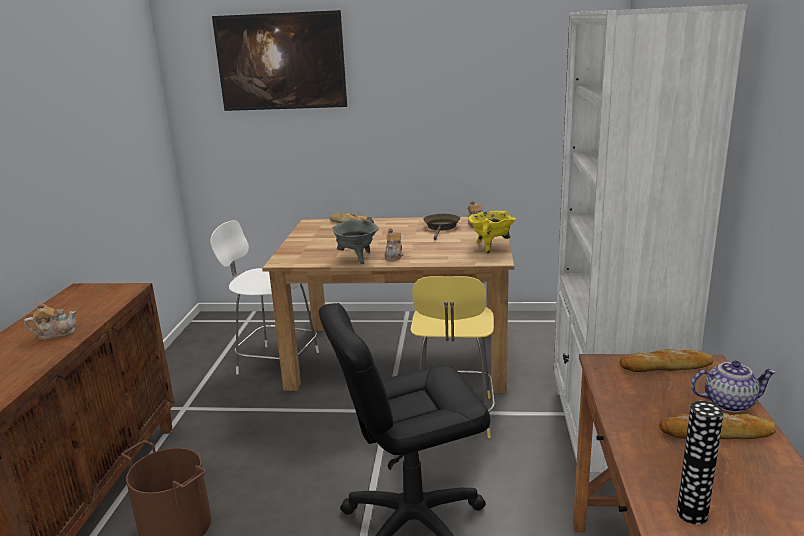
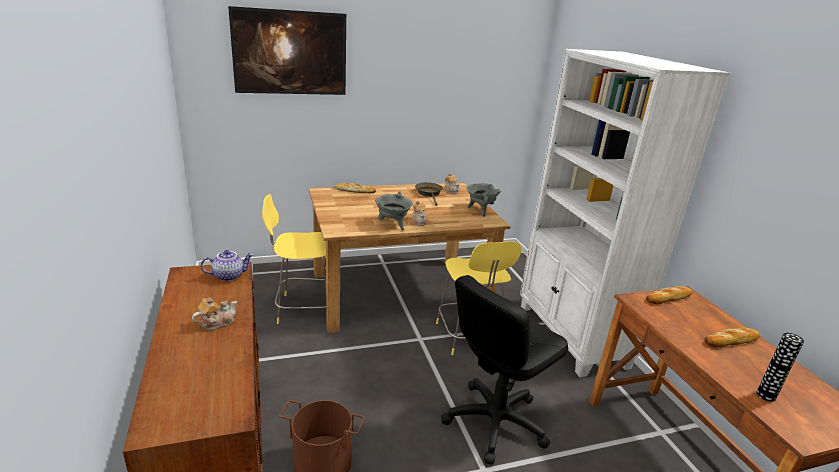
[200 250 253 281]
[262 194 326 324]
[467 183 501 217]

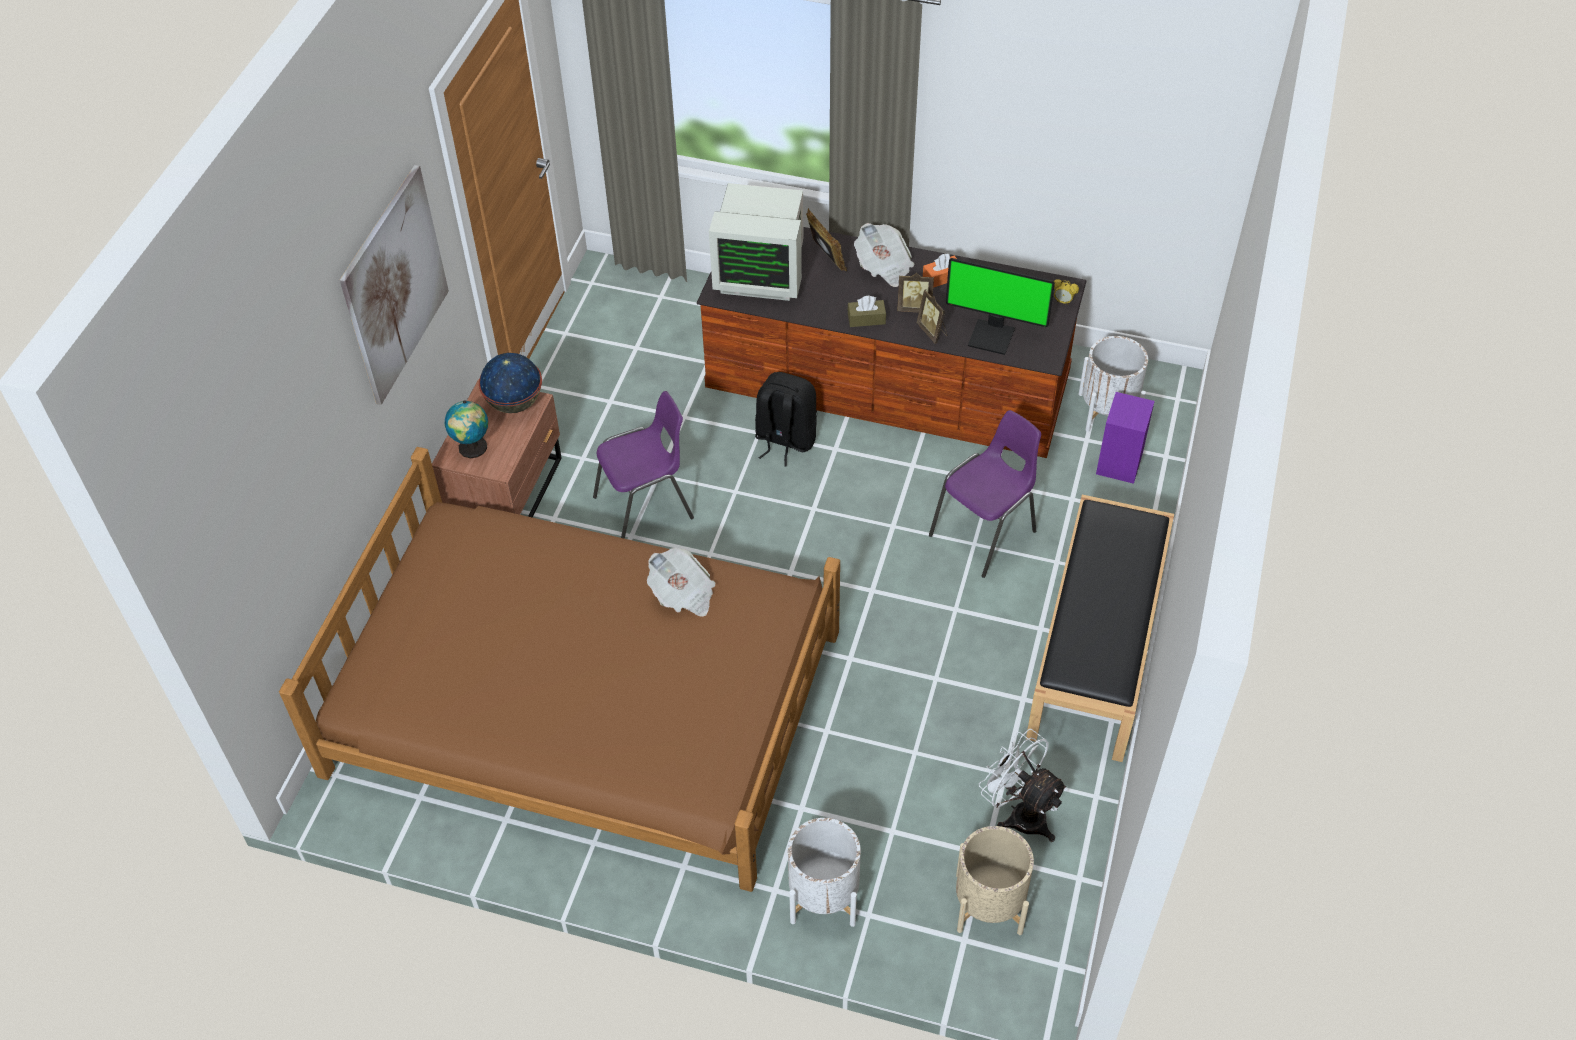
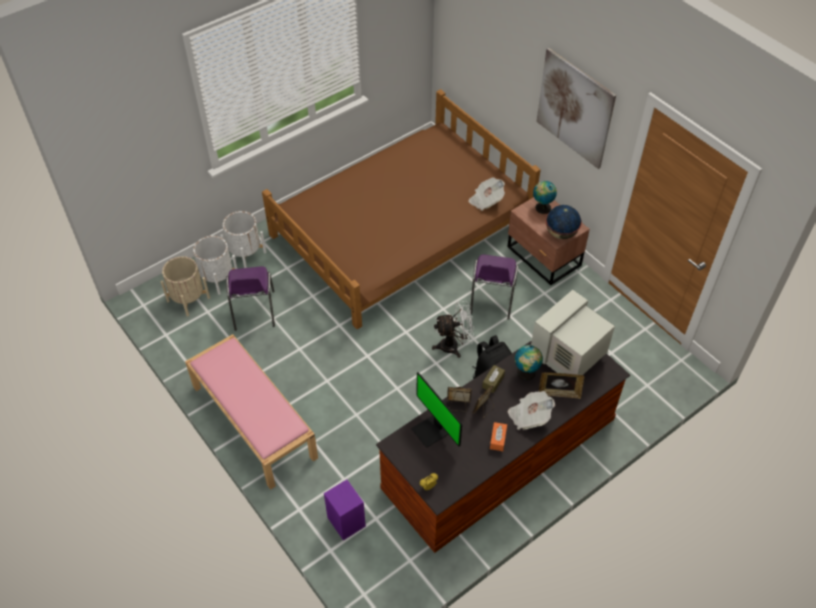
[185 334 318 490]
[193 236 238 295]
[226 266 275 331]
[411 372 462 448]
[432 301 474 358]
[469 177 505 211]
[515 345 543 380]

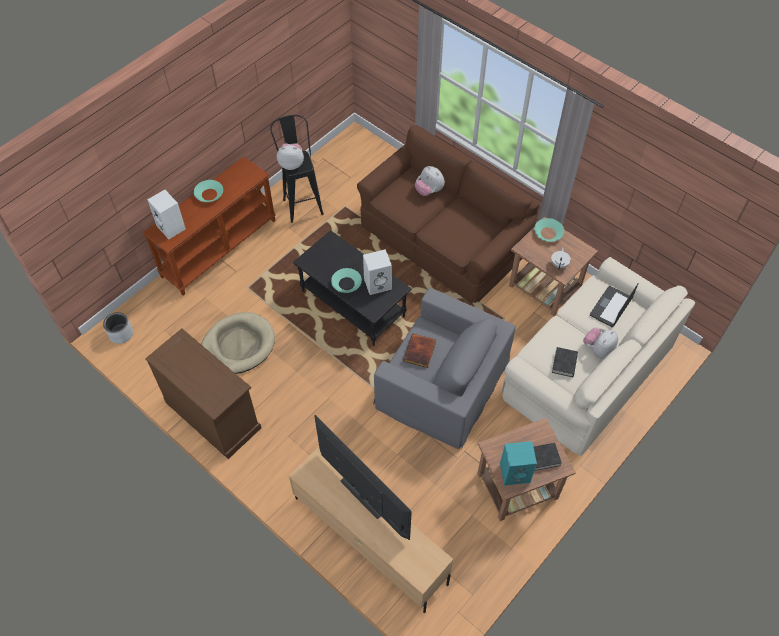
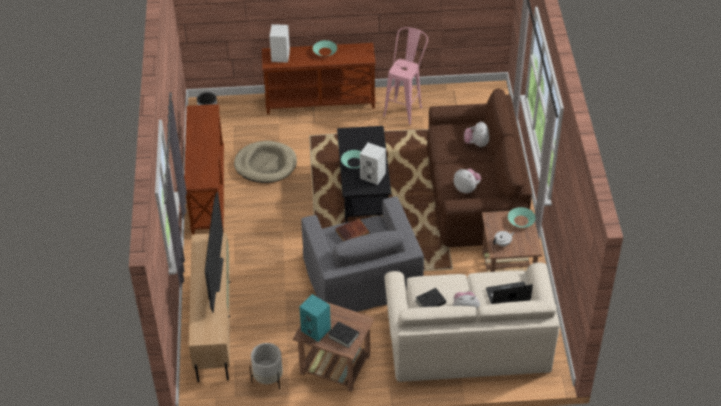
[184 104 224 235]
[250 343 283 390]
[383 27 428 125]
[454 169 481 194]

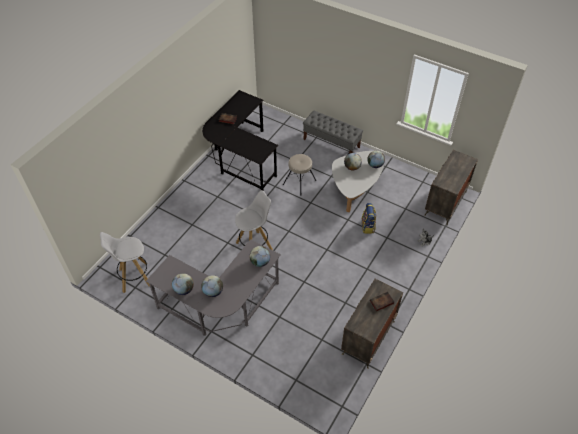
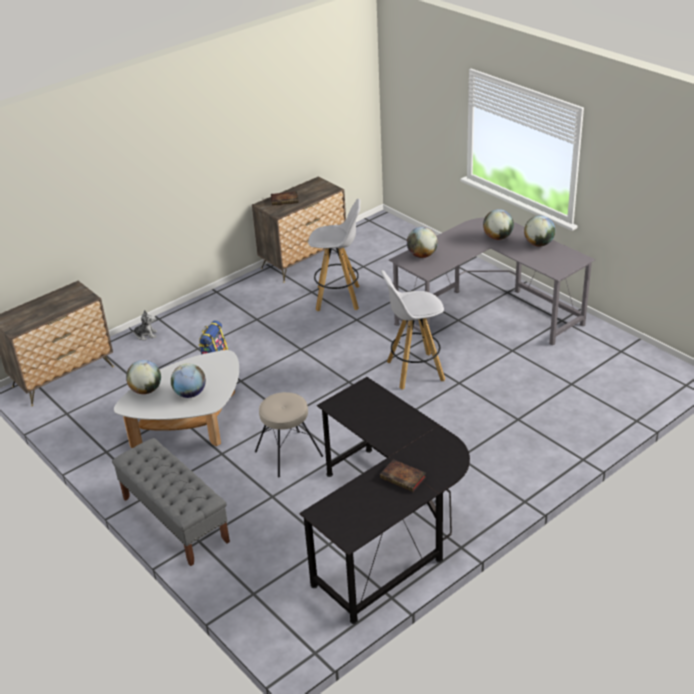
[308 199 361 311]

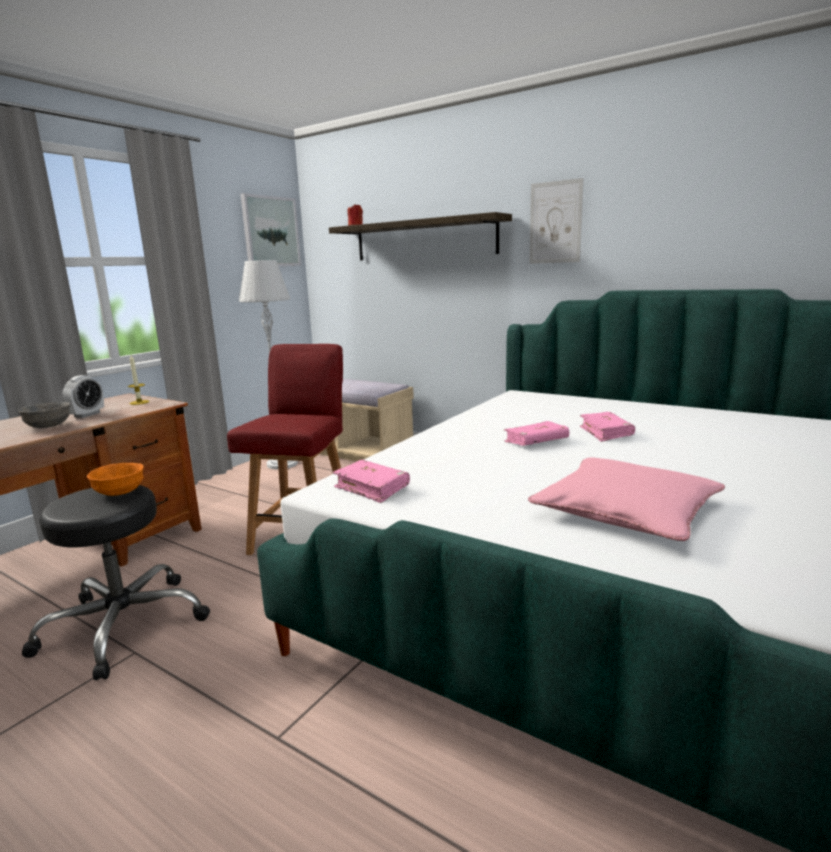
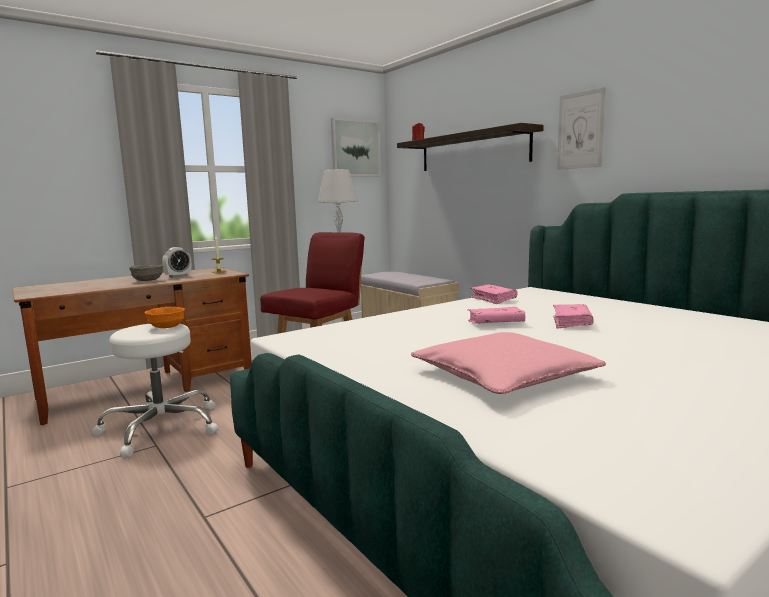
[92 324 218 457]
[470 285 518 304]

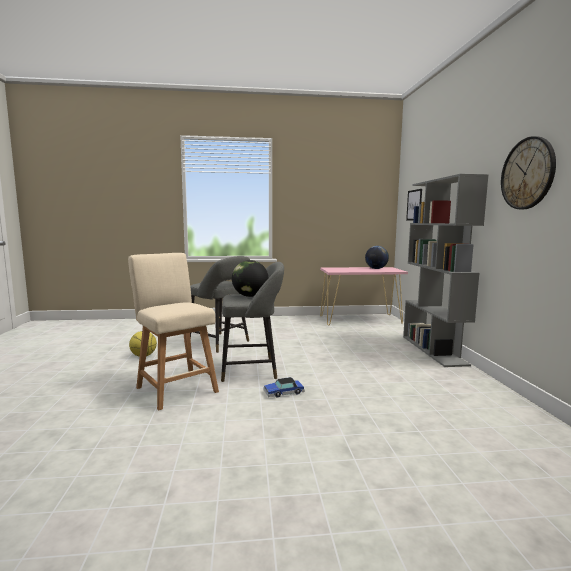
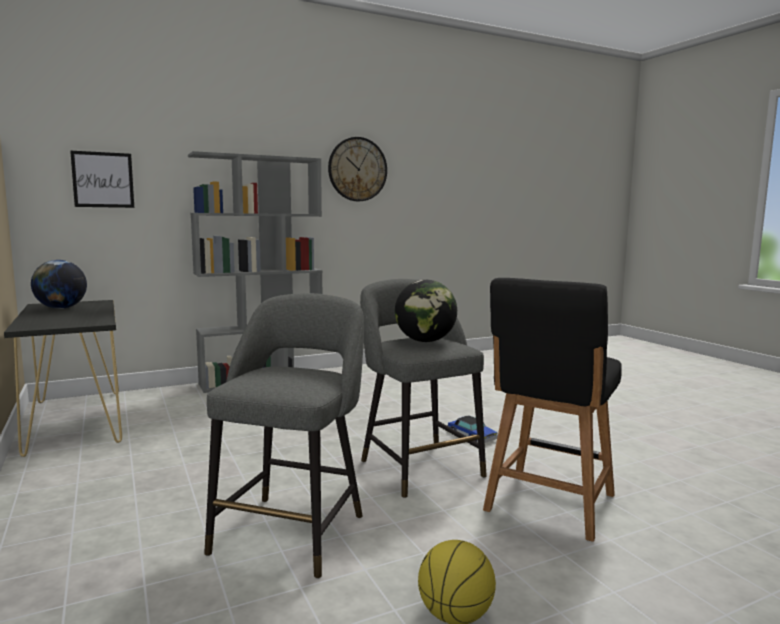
[4 300 122 457]
[483 278 622 542]

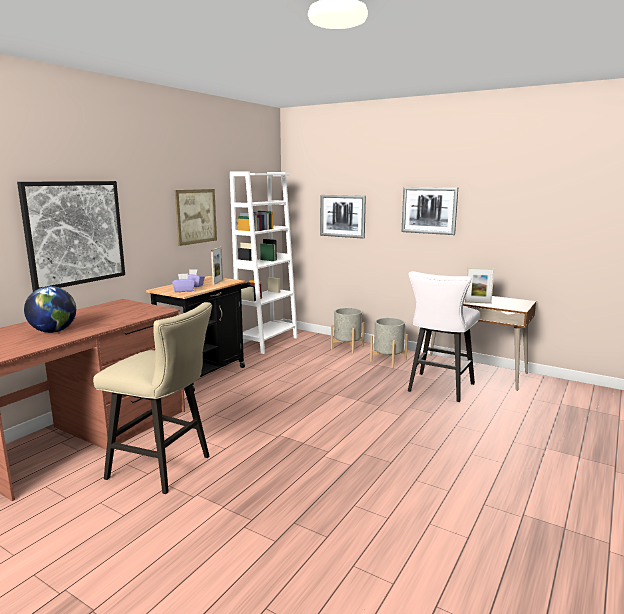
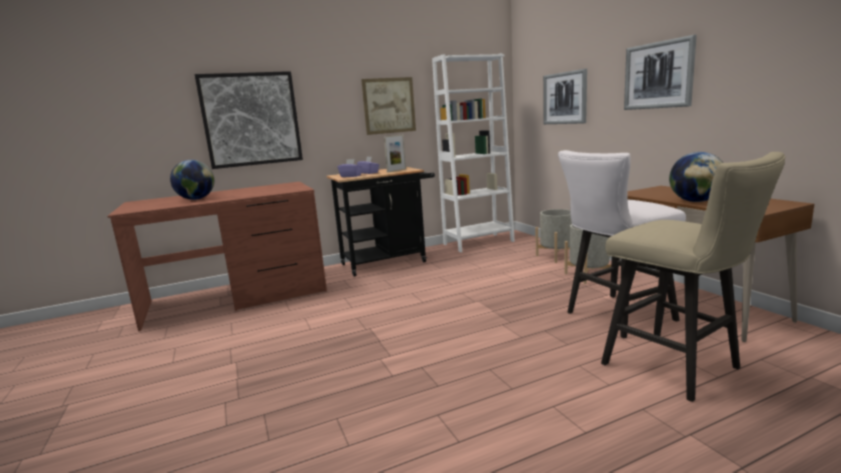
[601 152 786 402]
[669 152 723 202]

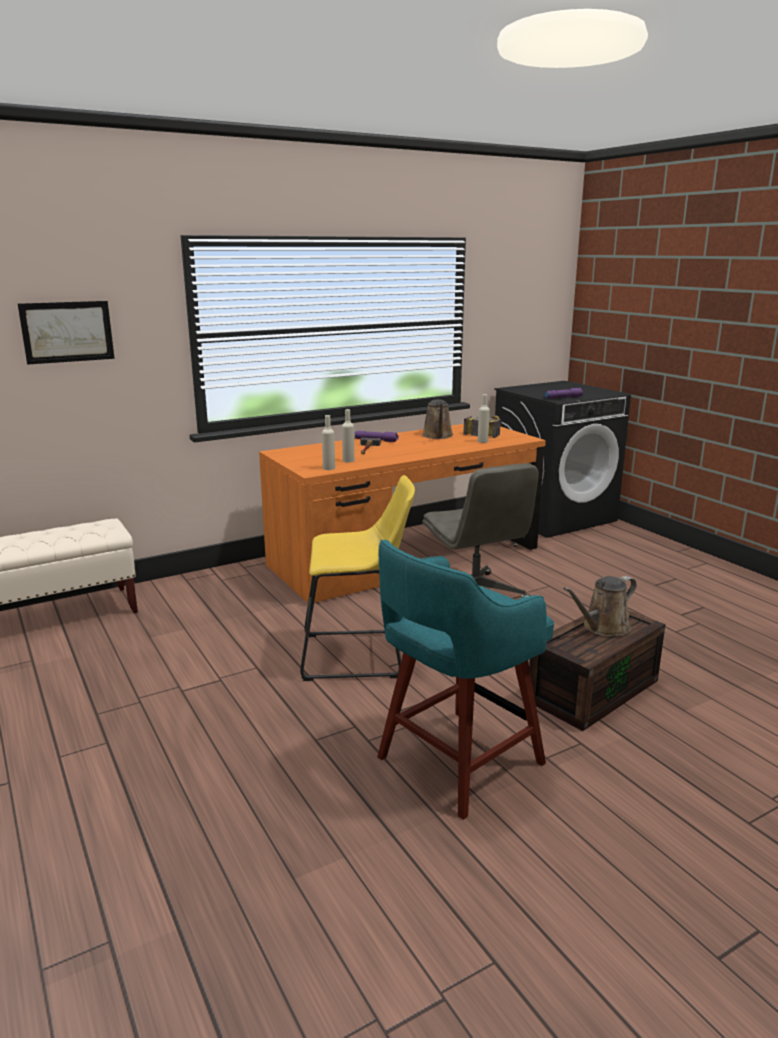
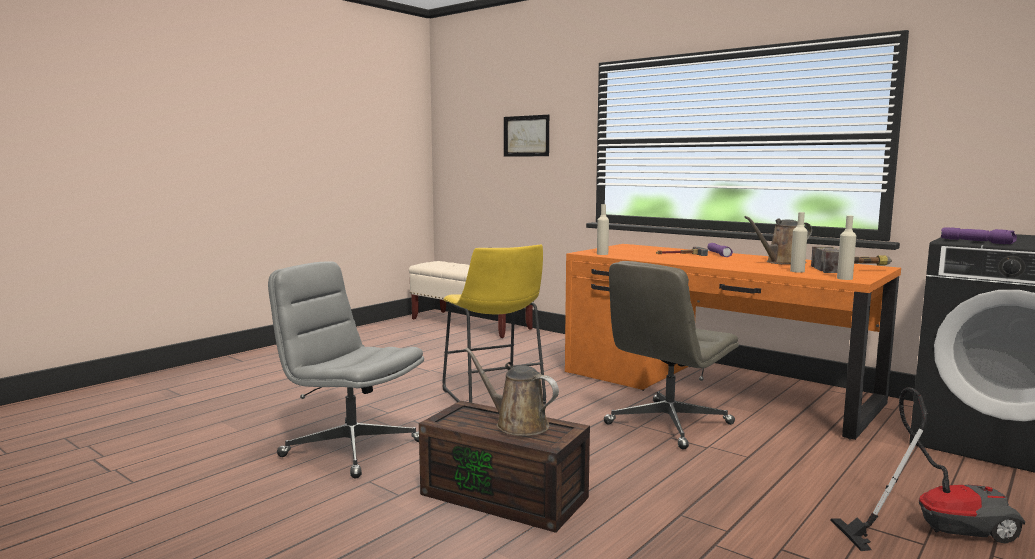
[268 261 424 478]
[830 387 1025 551]
[837 216 856 280]

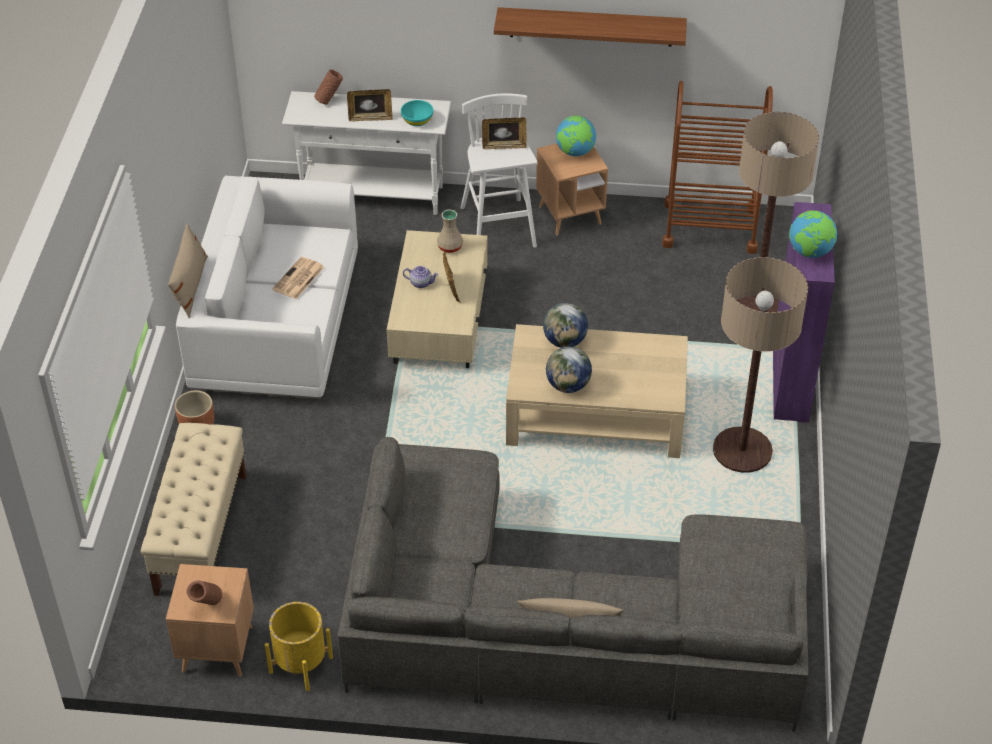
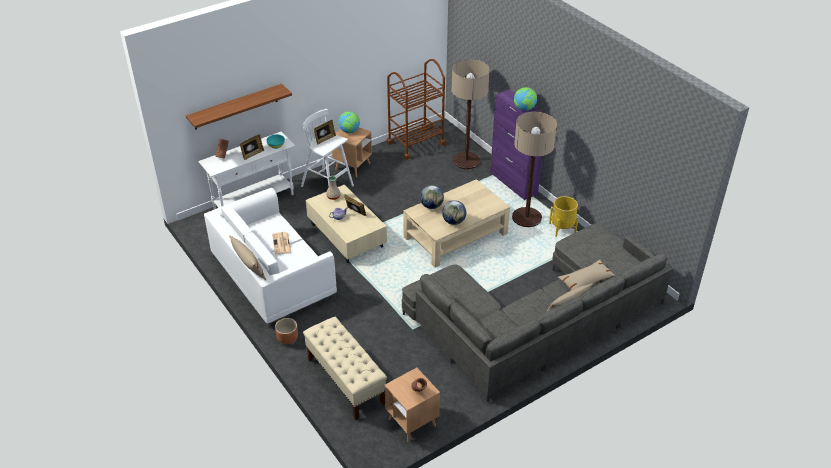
[186 84 292 130]
[549 196 579 237]
[557 260 616 290]

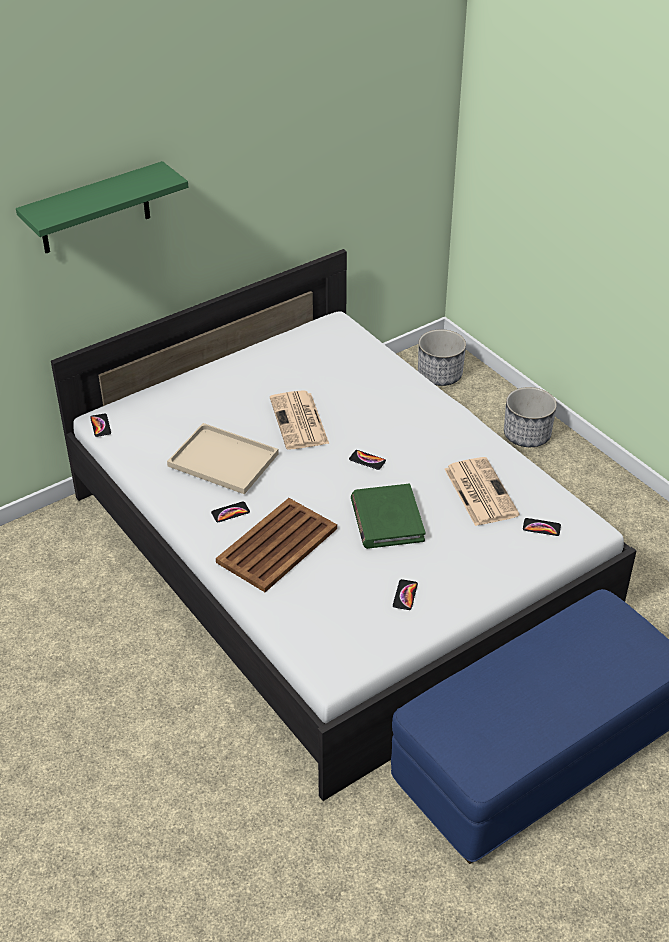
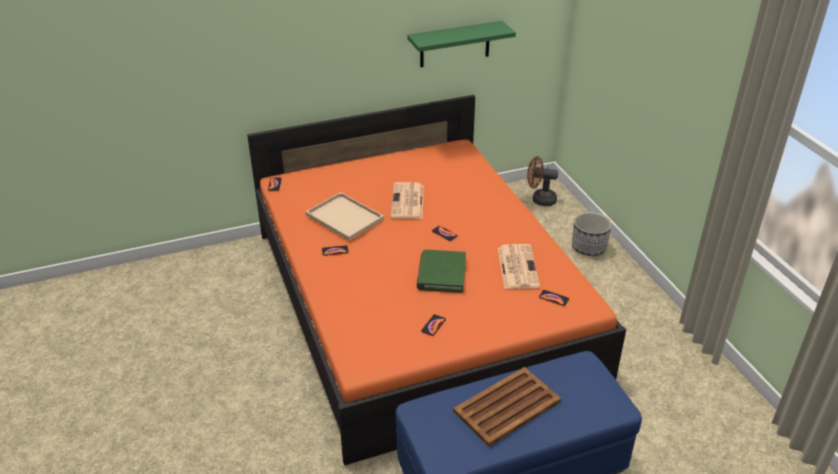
[247 95 626 465]
[407 21 516 67]
[453 367 561 447]
[527 156 558 206]

